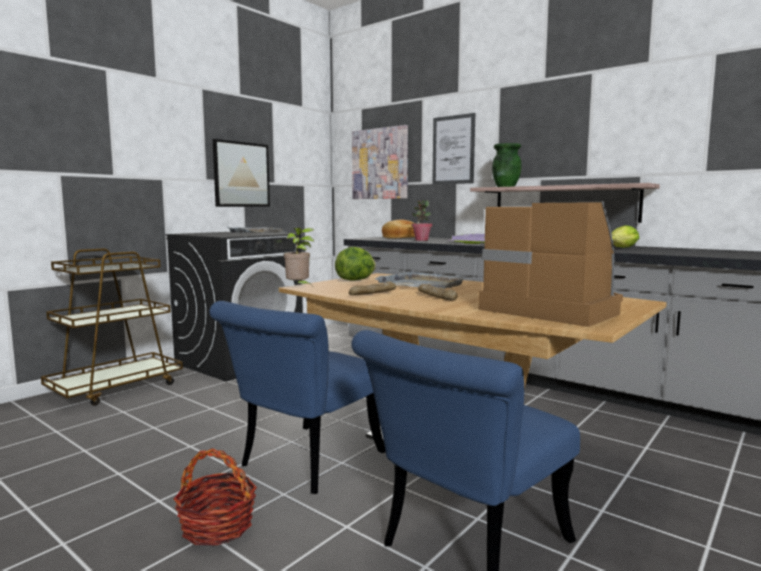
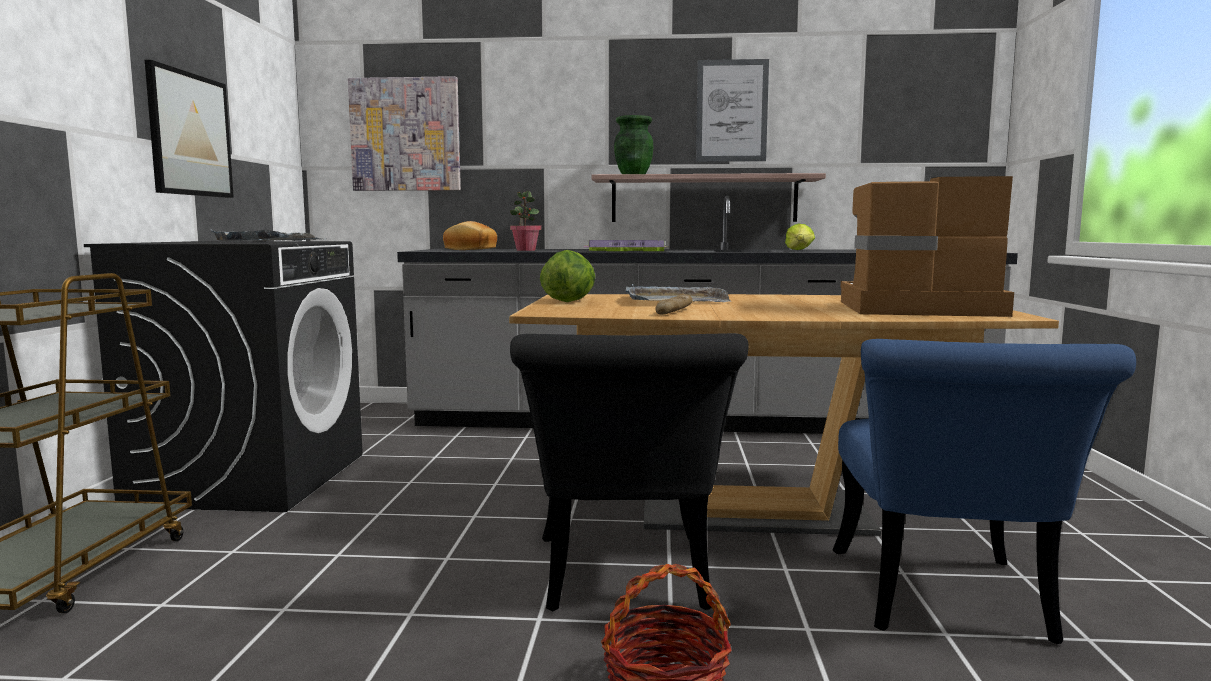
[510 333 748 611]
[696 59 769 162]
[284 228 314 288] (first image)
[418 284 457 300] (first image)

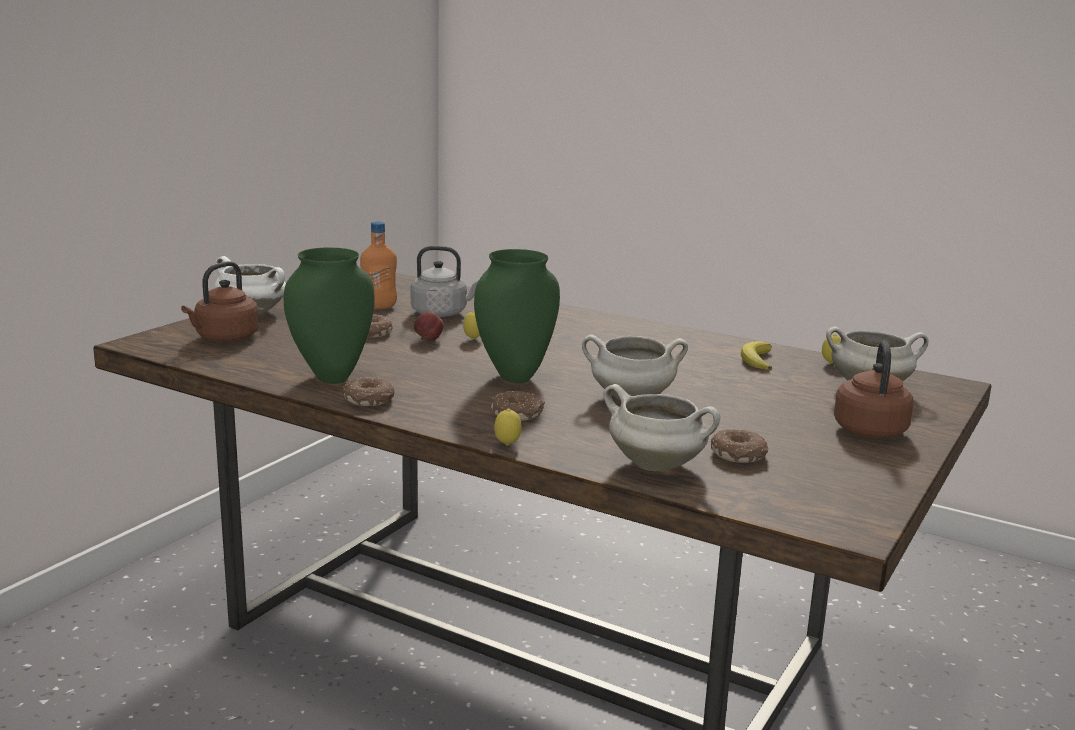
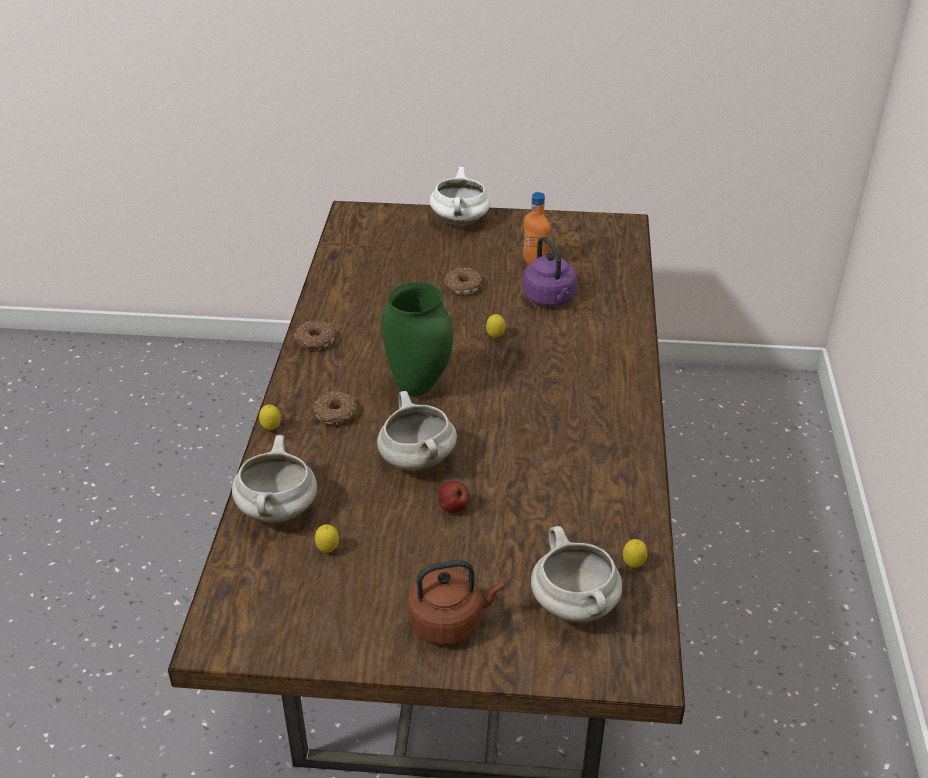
[315 524 339 553]
[438 481 470 513]
[523 236 577 307]
[181 261 259 342] (first image)
[284 248 375 384] (first image)
[741 341 772 370] (first image)

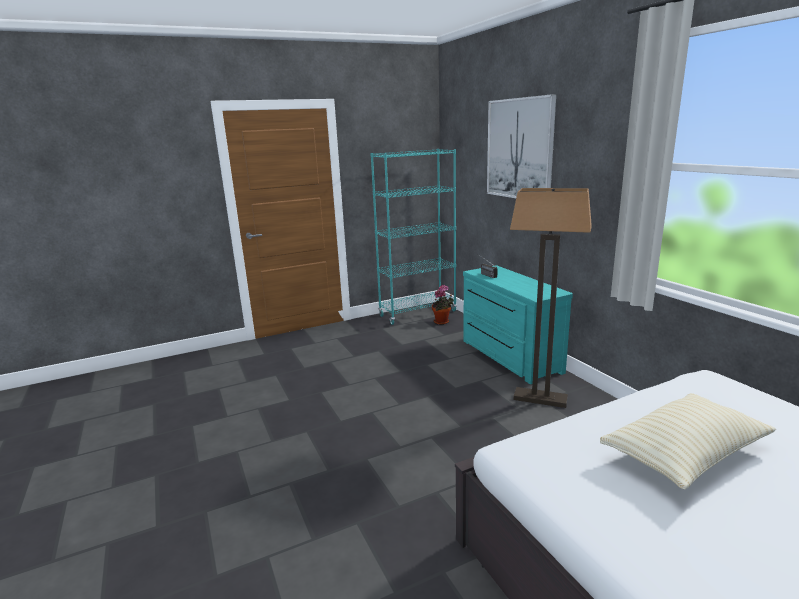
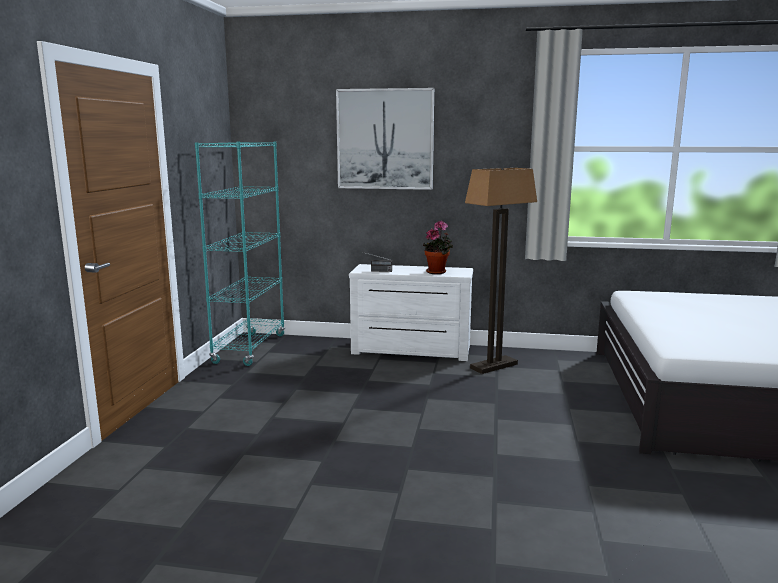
[349 264 473 361]
[423 221 453 274]
[600 393 776 489] (first image)

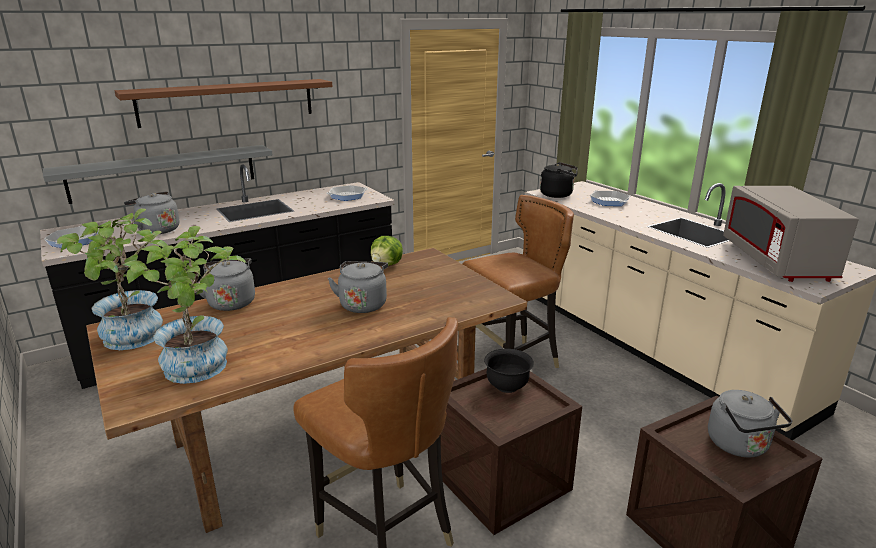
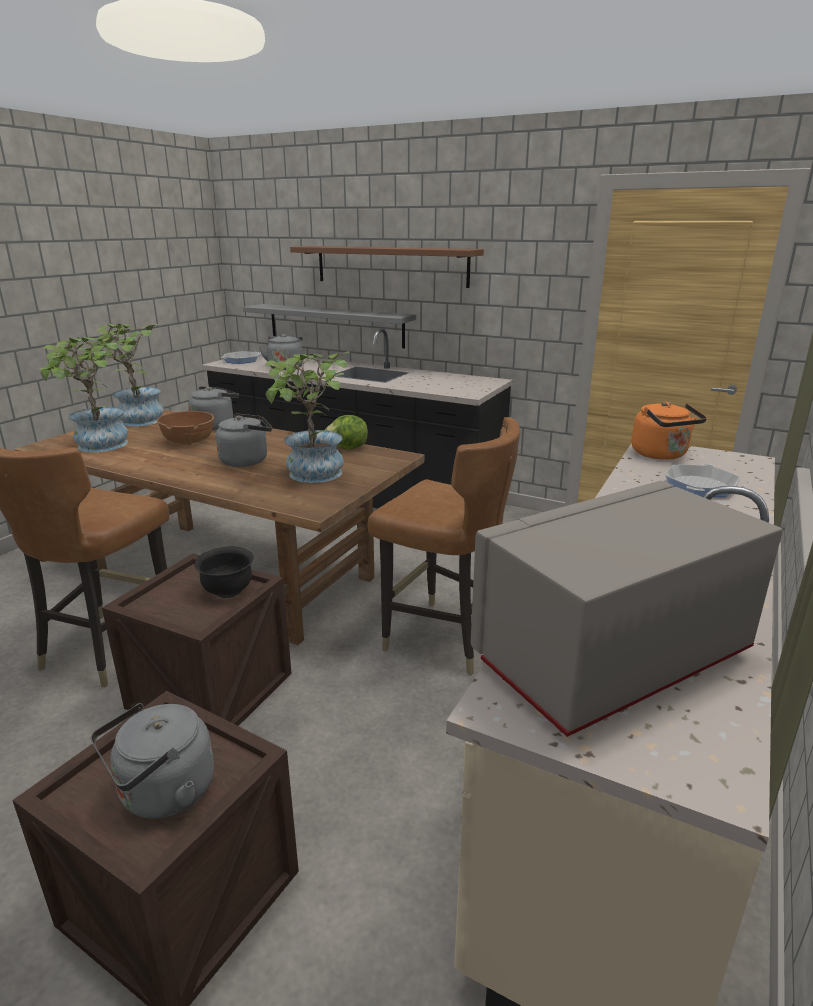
[157 411 214 445]
[265 351 351 483]
[631 402 707 460]
[326 185 368 201] (first image)

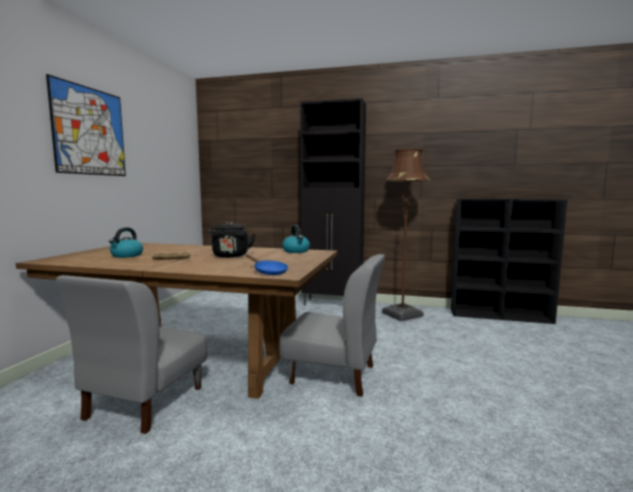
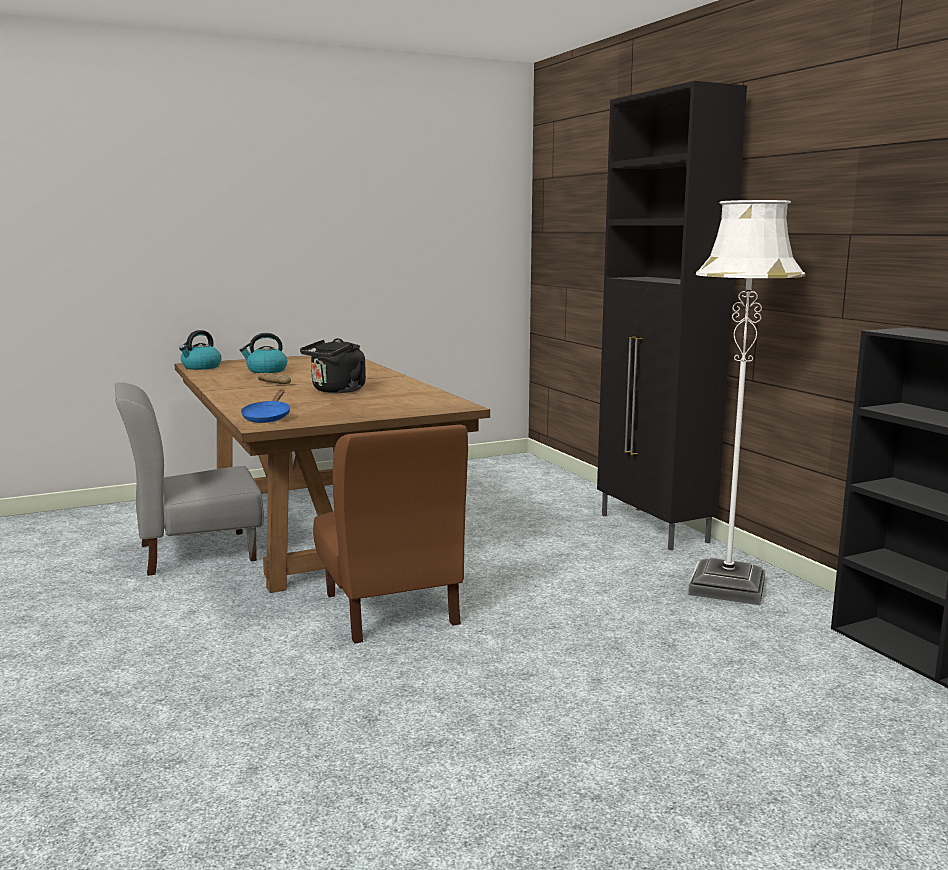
[179 330 222 370]
[313 424 468 644]
[688 200 806 605]
[46 74 126 176] (first image)

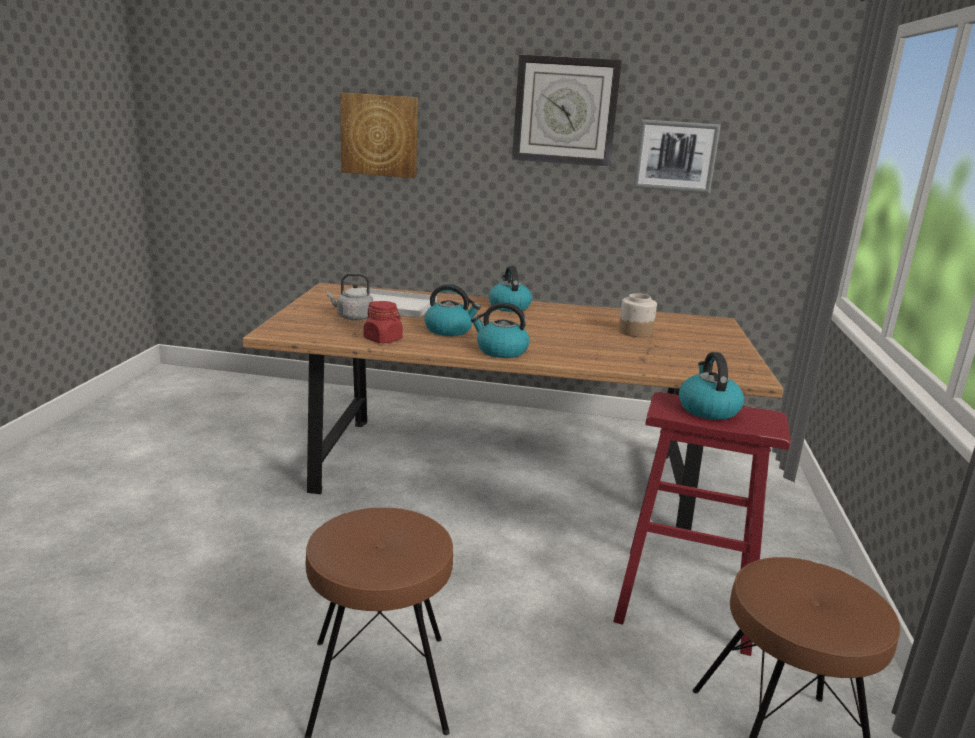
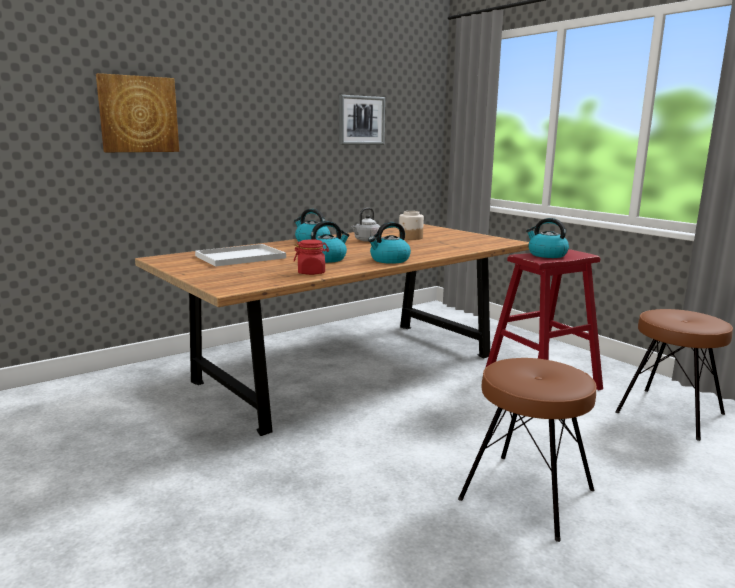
[351 208 380 242]
[512 54 622 167] (first image)

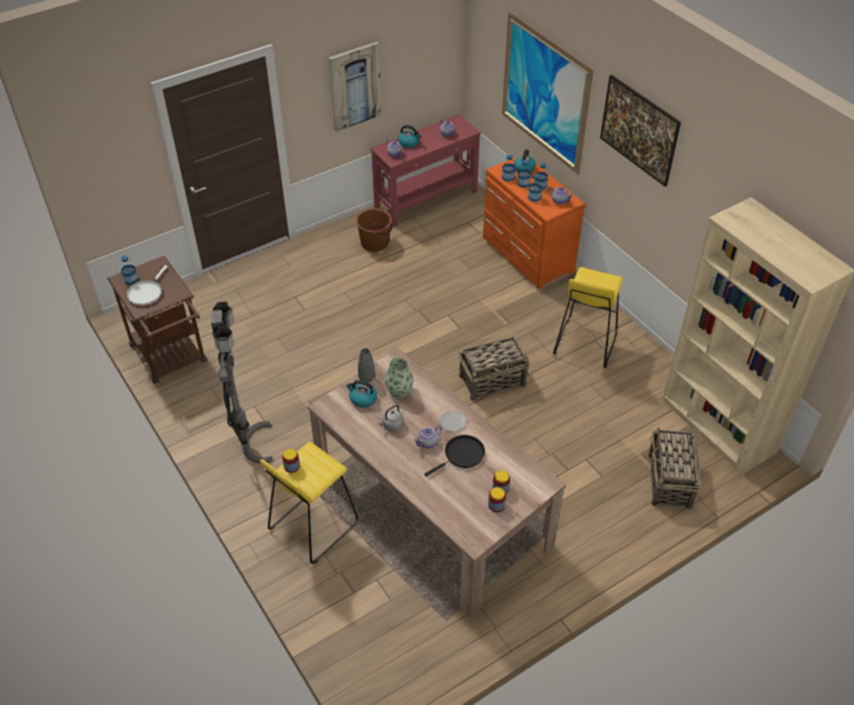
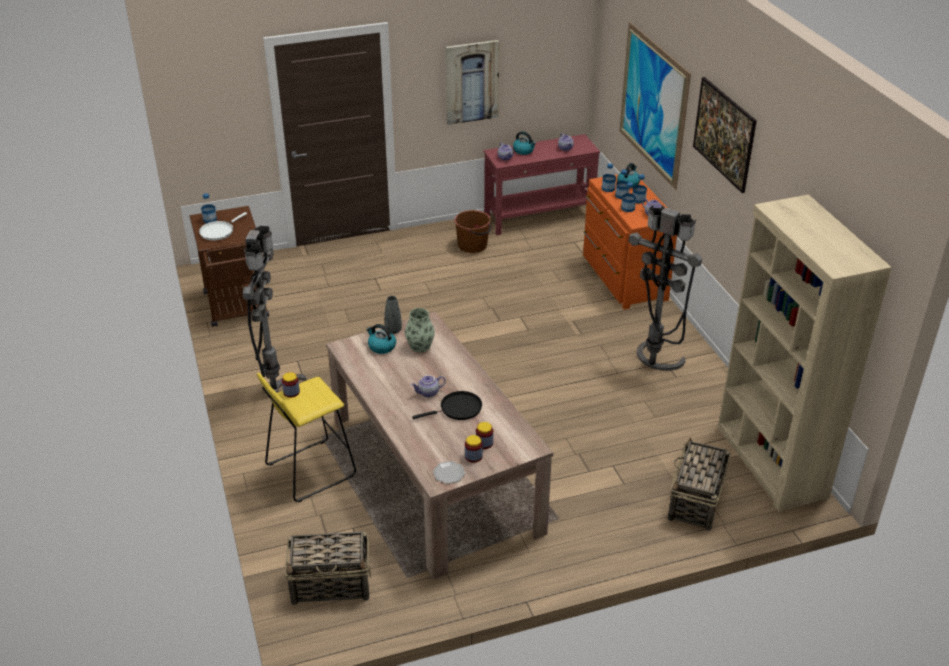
[285 532 371 605]
[433 461 465 484]
[628 205 702 371]
[378 405 404 431] (first image)

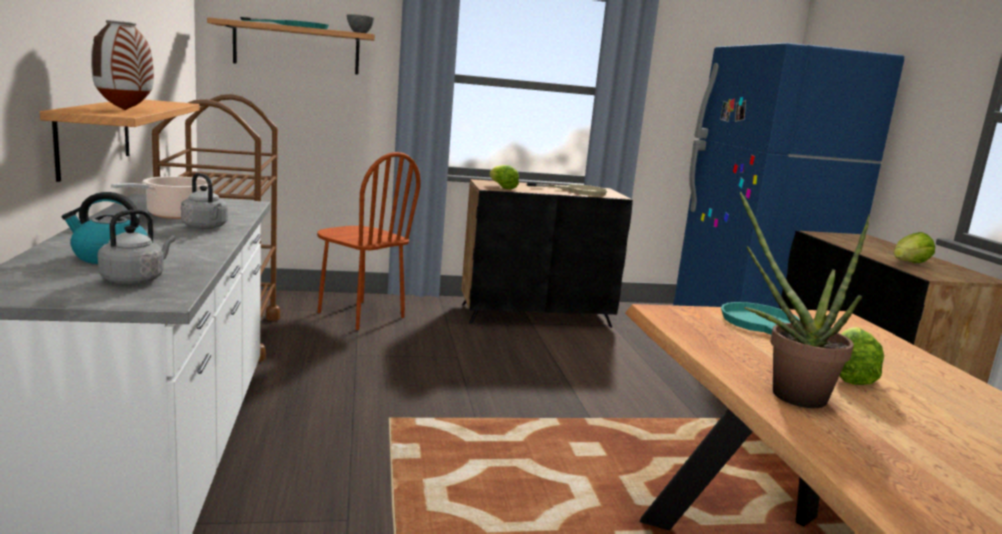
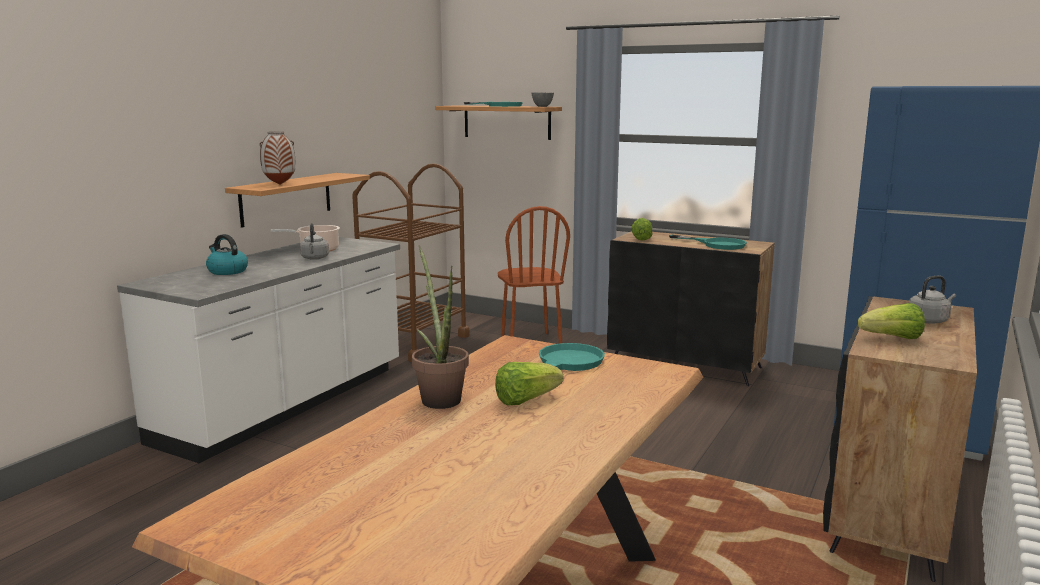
[669 235 747 250]
[909 276 956 324]

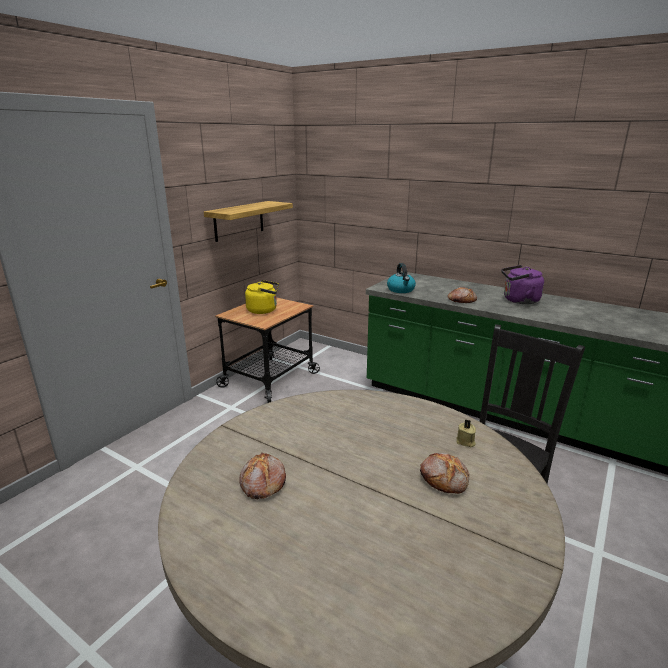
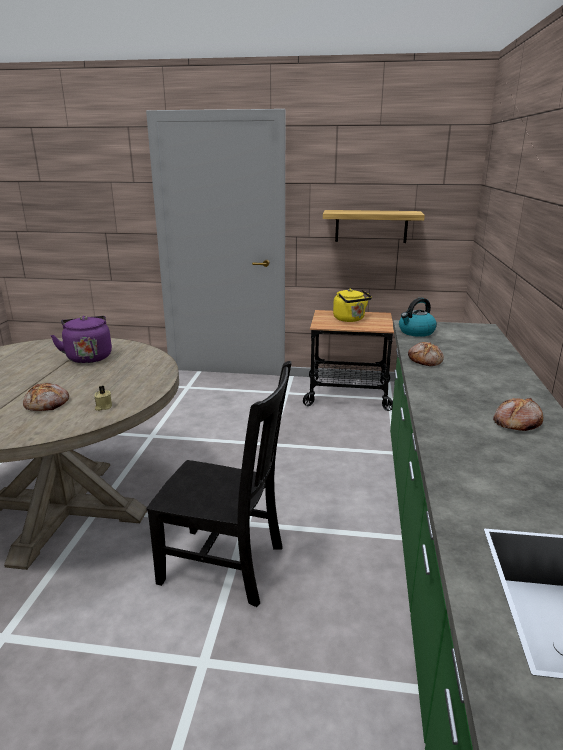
[50 316 112 363]
[493 398 543 431]

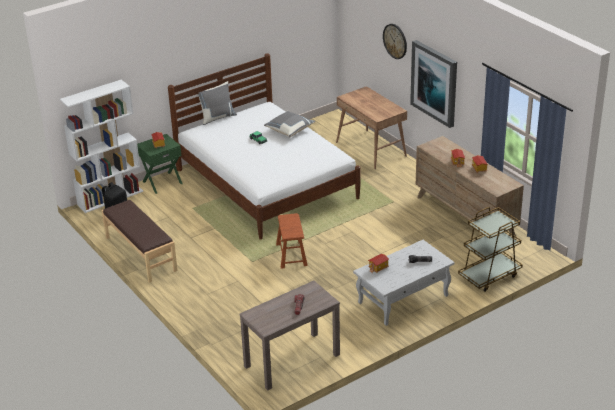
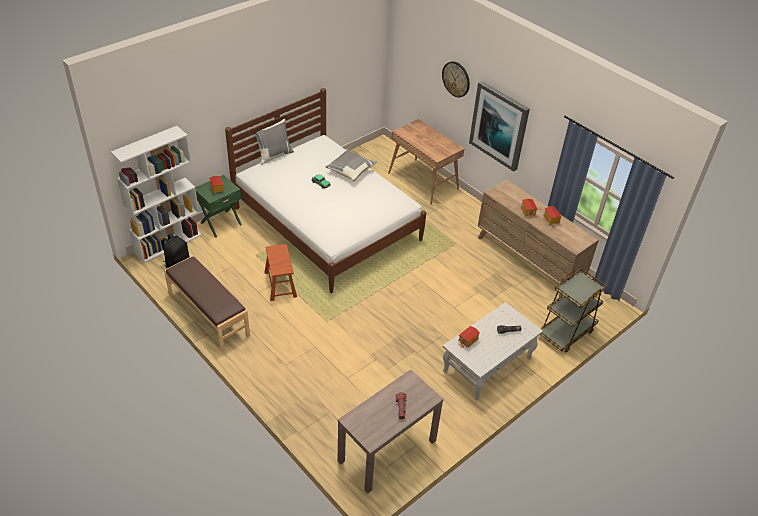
[264 244 297 301]

